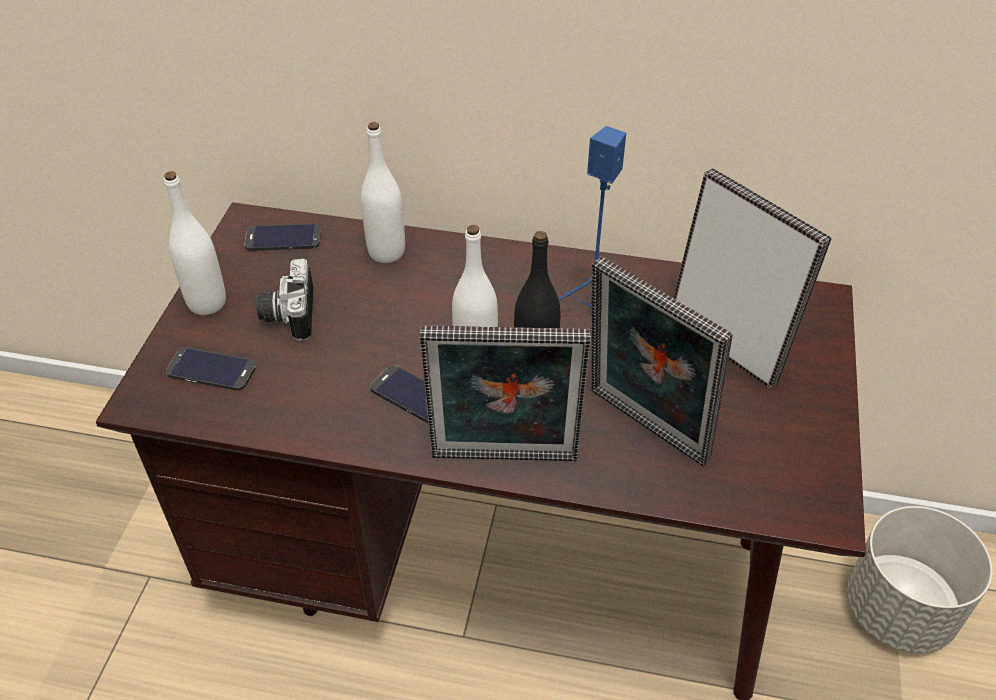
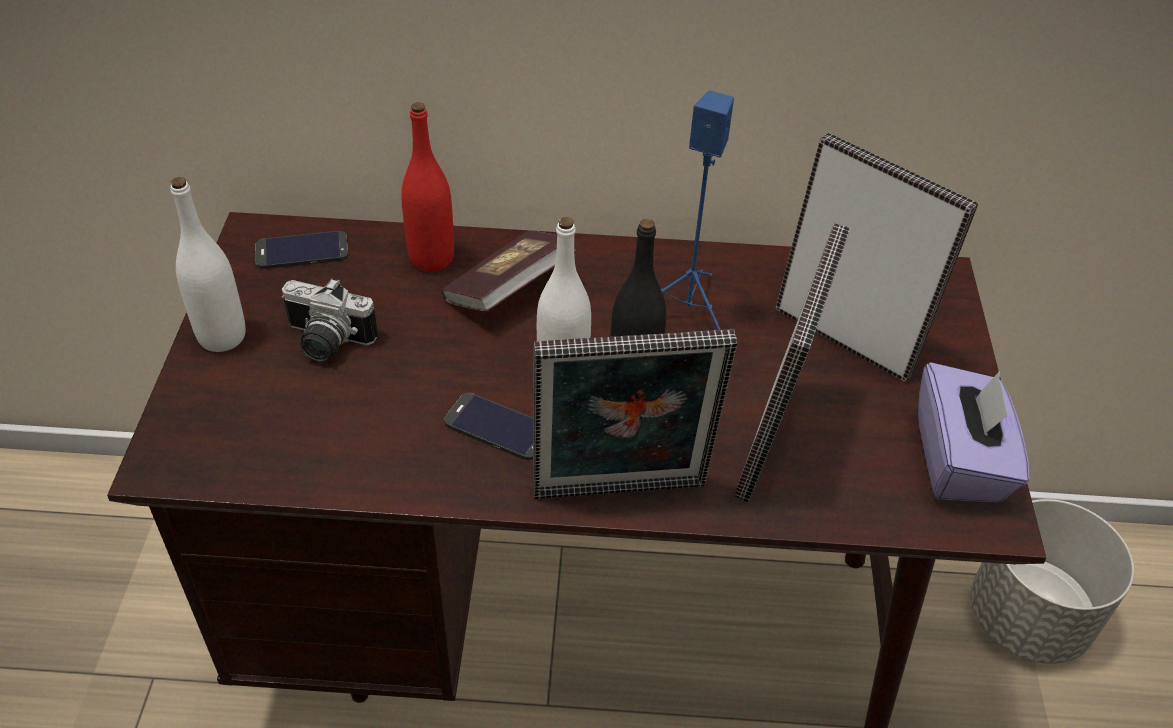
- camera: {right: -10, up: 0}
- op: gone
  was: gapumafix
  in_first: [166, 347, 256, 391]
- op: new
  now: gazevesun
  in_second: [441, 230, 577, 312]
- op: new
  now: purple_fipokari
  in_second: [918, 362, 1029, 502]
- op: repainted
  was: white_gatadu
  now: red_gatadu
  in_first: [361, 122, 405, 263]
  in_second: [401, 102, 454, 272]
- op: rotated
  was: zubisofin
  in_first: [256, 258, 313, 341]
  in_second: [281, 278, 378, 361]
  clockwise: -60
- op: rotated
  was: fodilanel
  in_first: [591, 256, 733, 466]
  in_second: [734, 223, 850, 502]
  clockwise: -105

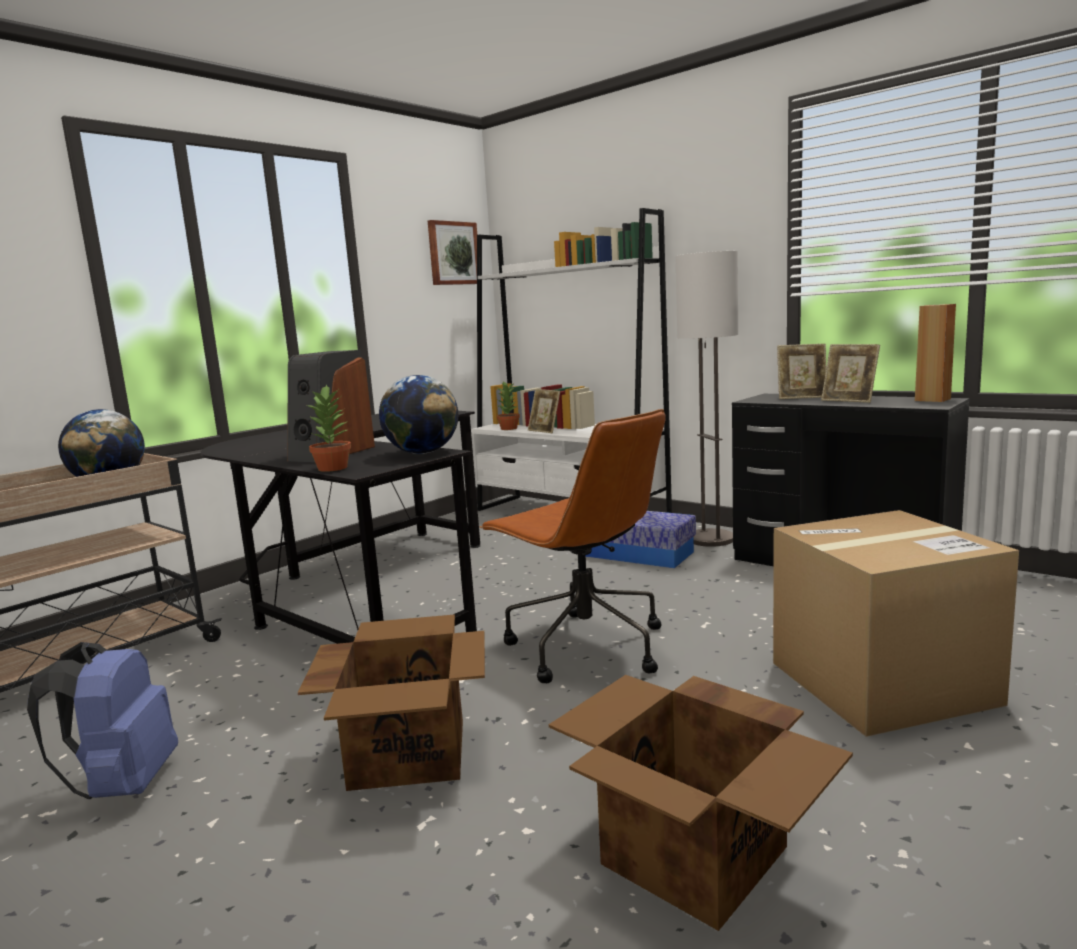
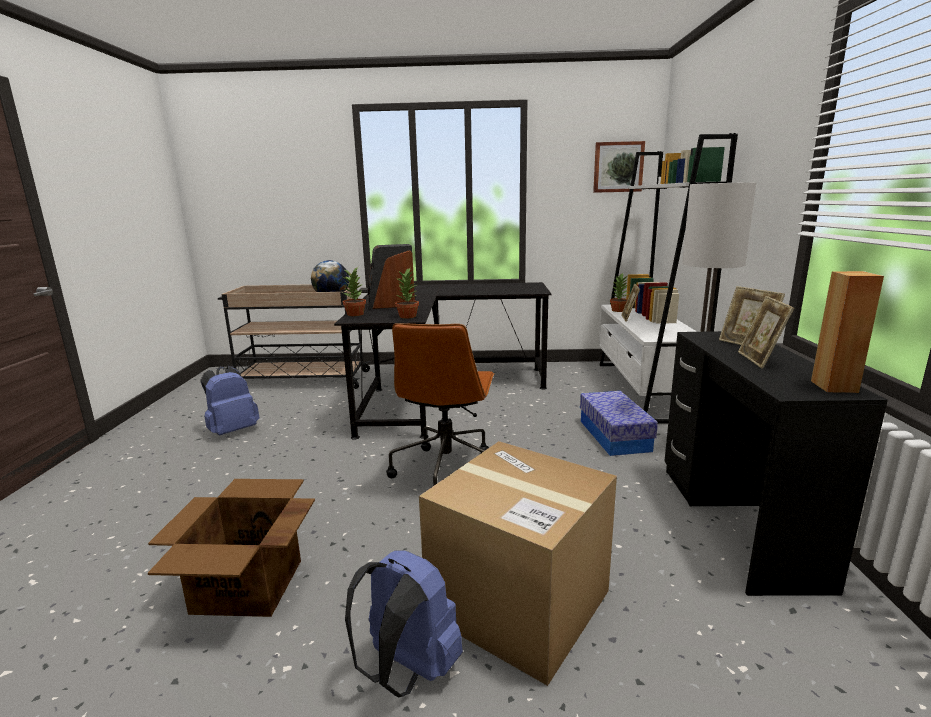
- camera: {right: 50, up: 5}
- op: gone
  was: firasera
  in_first: [298, 614, 485, 791]
- op: new
  now: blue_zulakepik
  in_second: [345, 550, 463, 697]
- op: swapped
  was: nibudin
  now: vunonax
  in_first: [379, 375, 458, 454]
  in_second: [395, 268, 419, 319]

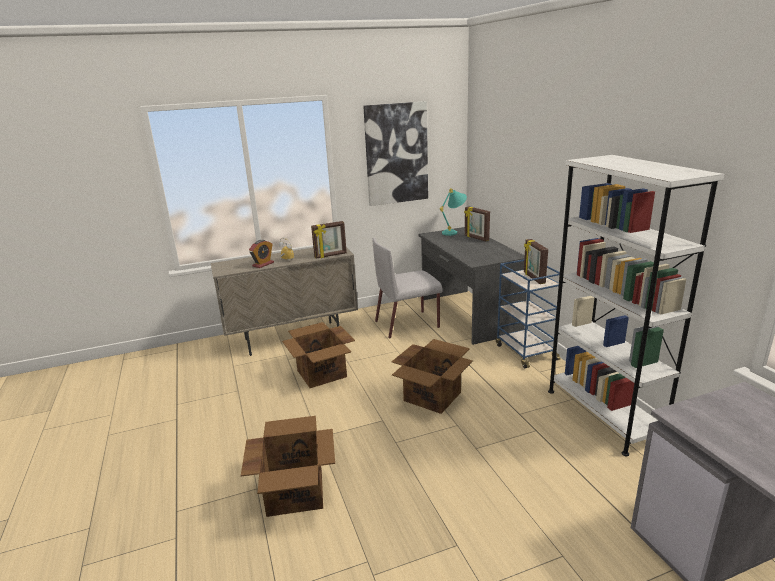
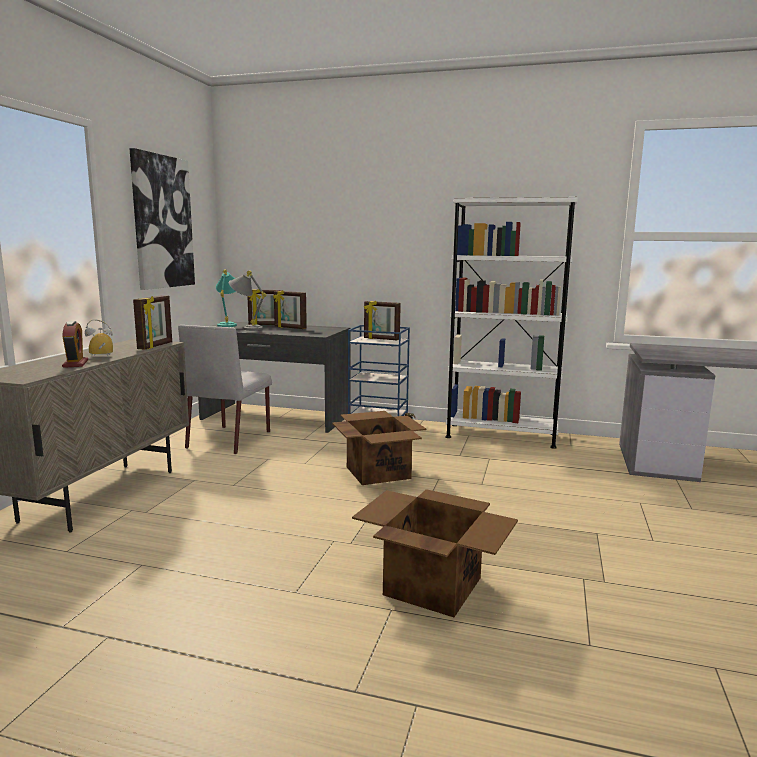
- camera: {right: -55, up: -10}
- op: gone
  was: firasera
  in_first: [282, 322, 355, 388]
- op: new
  now: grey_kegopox
  in_second: [229, 271, 266, 330]
- op: new
  now: fodilanel
  in_second: [273, 290, 307, 329]

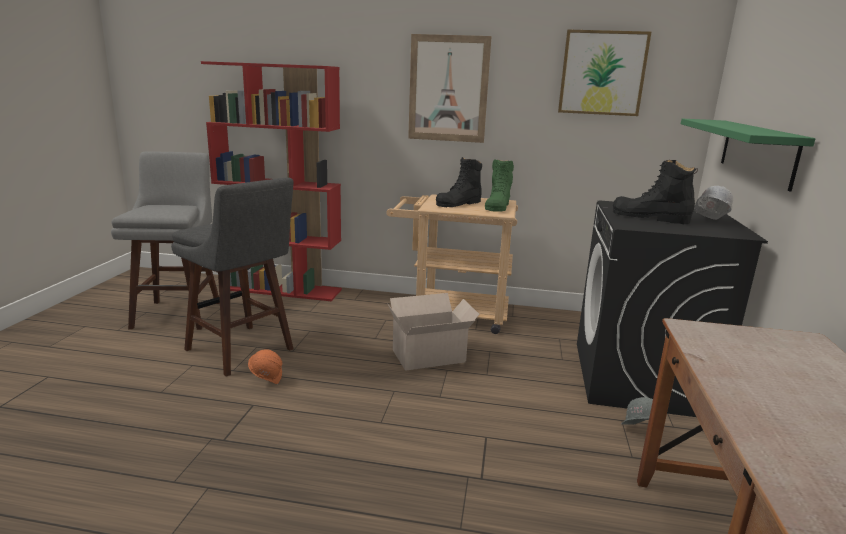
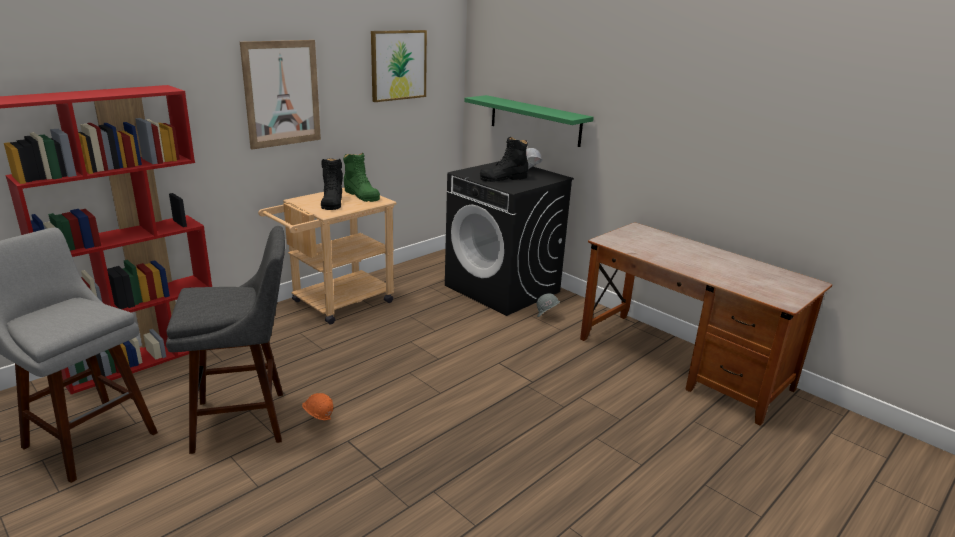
- camera: {right: -55, up: 5}
- op: gone
  was: firasera
  in_first: [388, 293, 480, 371]

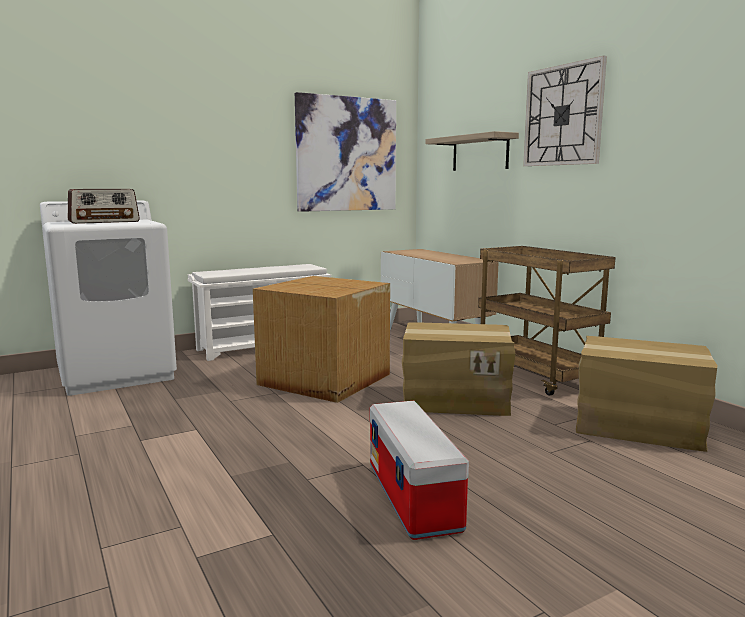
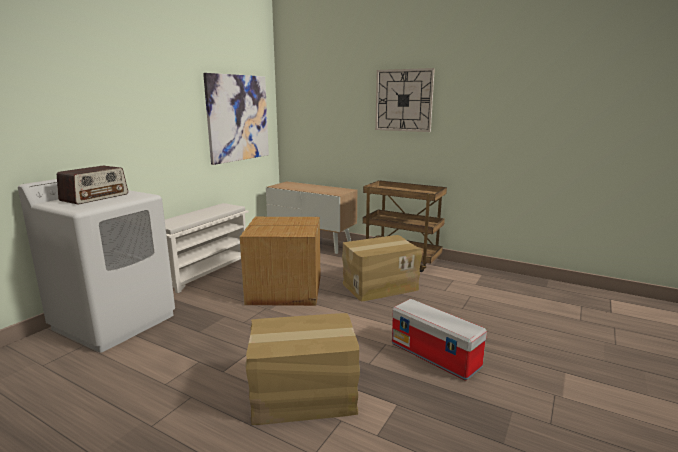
- camera: {right: -30, up: 5}
- op: gone
  was: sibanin
  in_first: [425, 131, 519, 171]
- op: shifted
  was: firasera
  in_first: [576, 336, 717, 452]
  in_second: [245, 313, 360, 425]

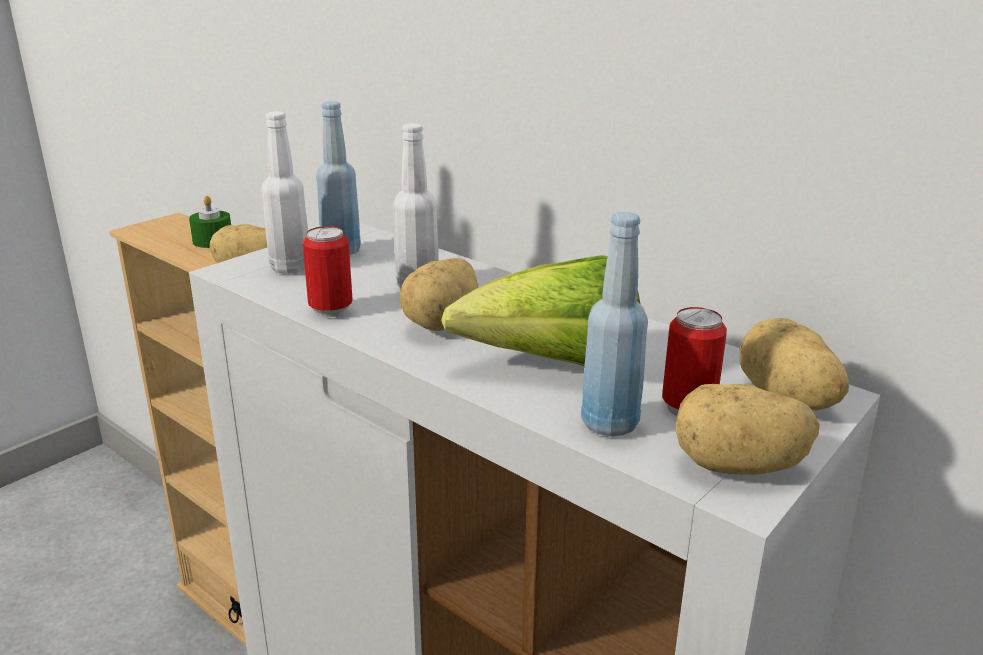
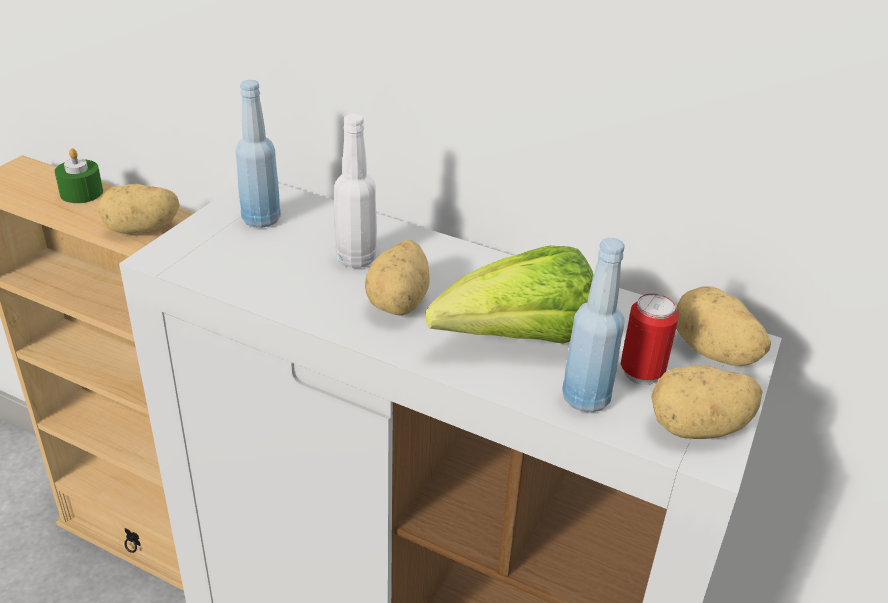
- camera: {right: -15, up: 10}
- op: gone
  was: white_gatadu
  in_first: [262, 111, 308, 274]
- op: gone
  was: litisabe
  in_first: [303, 226, 353, 317]

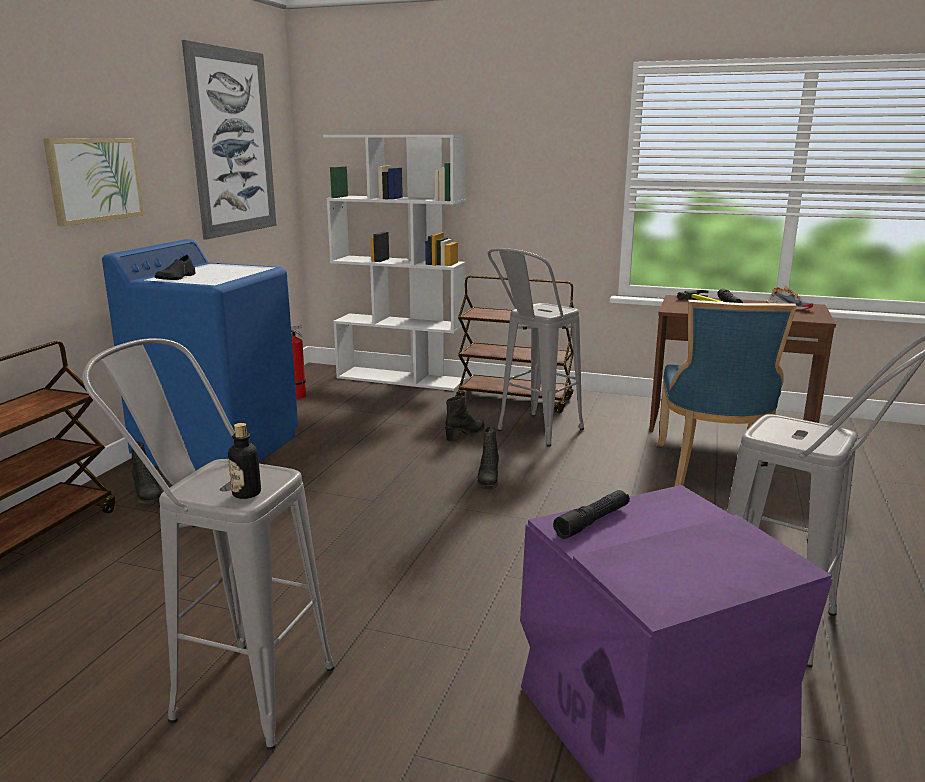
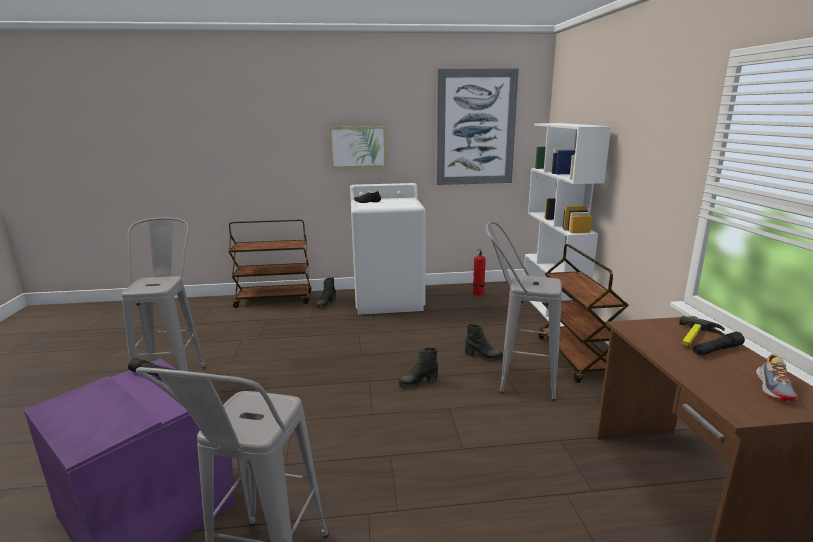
- camera: {right: 65, up: 0}
- op: gone
  was: gatadu
  in_first: [228, 423, 261, 499]
- op: gone
  was: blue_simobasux
  in_first: [656, 300, 797, 486]
- op: repainted
  was: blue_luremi
  now: white_luremi
  in_first: [102, 239, 298, 470]
  in_second: [350, 183, 426, 315]

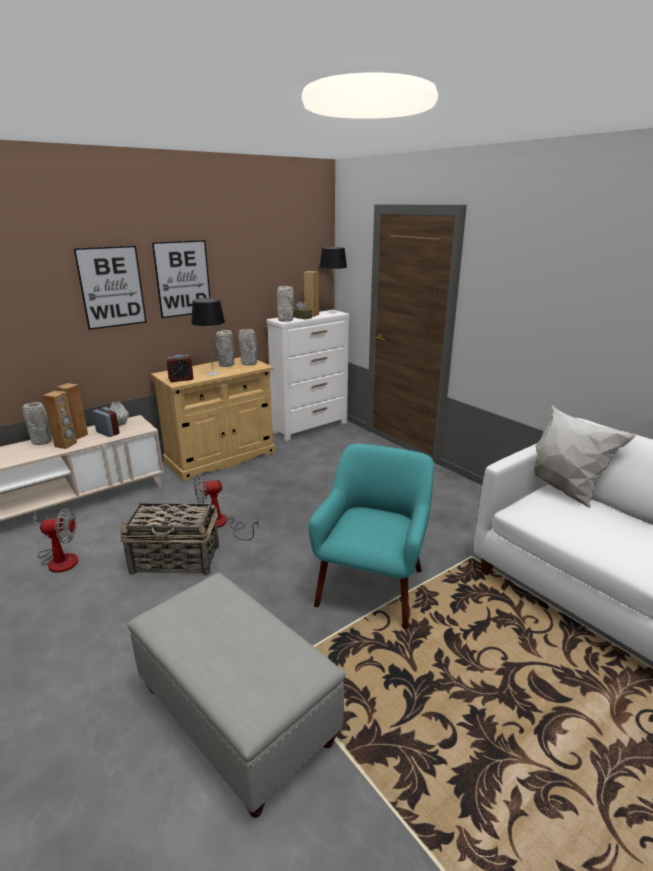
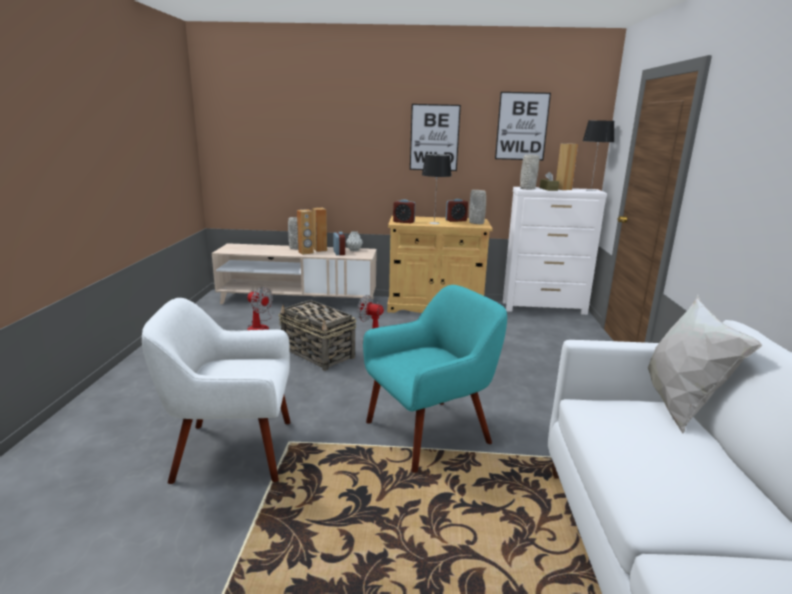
- camera: {right: 40, up: -5}
- op: shifted
  was: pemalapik
  in_first: [73, 246, 147, 330]
  in_second: [495, 92, 551, 161]
- op: swapped
  was: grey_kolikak
  now: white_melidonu
  in_first: [127, 573, 346, 818]
  in_second: [142, 298, 291, 484]
- op: swapped
  was: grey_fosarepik
  now: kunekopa
  in_first: [216, 330, 235, 367]
  in_second: [446, 199, 468, 222]

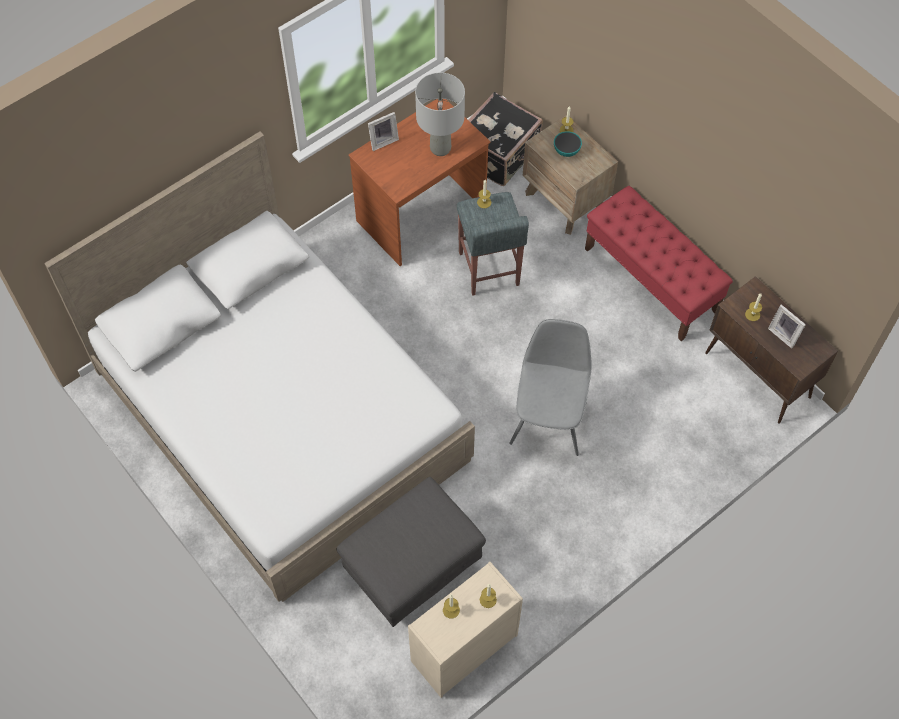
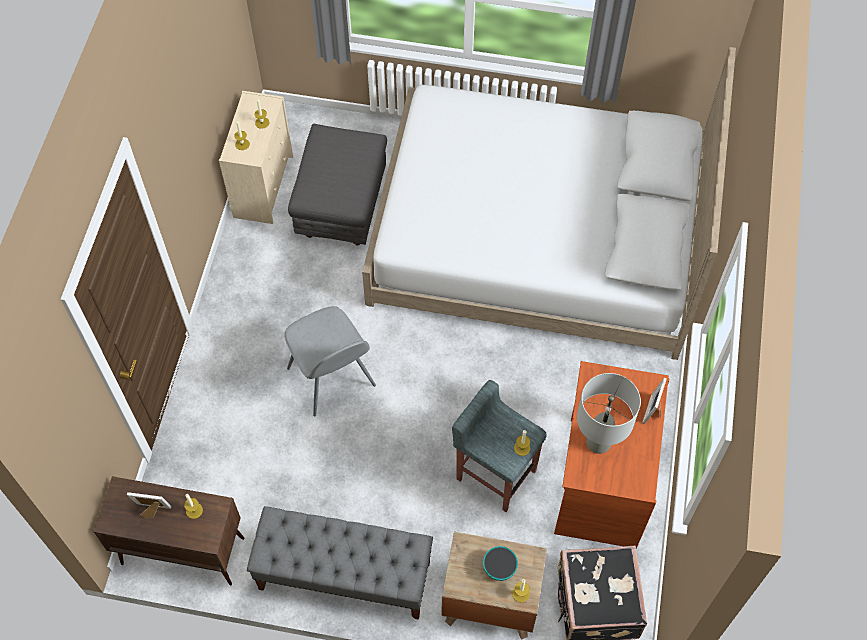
- camera: {right: 140, up: 0}
- op: repainted
  was: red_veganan
  now: grey_veganan
  in_first: [585, 186, 733, 341]
  in_second: [247, 506, 433, 620]

